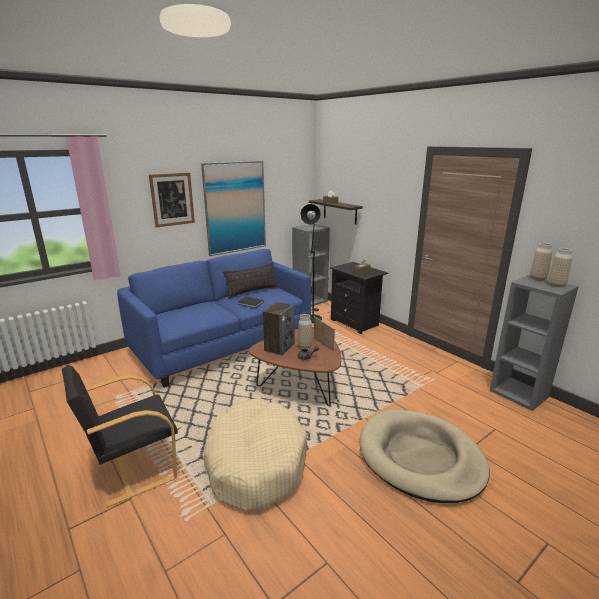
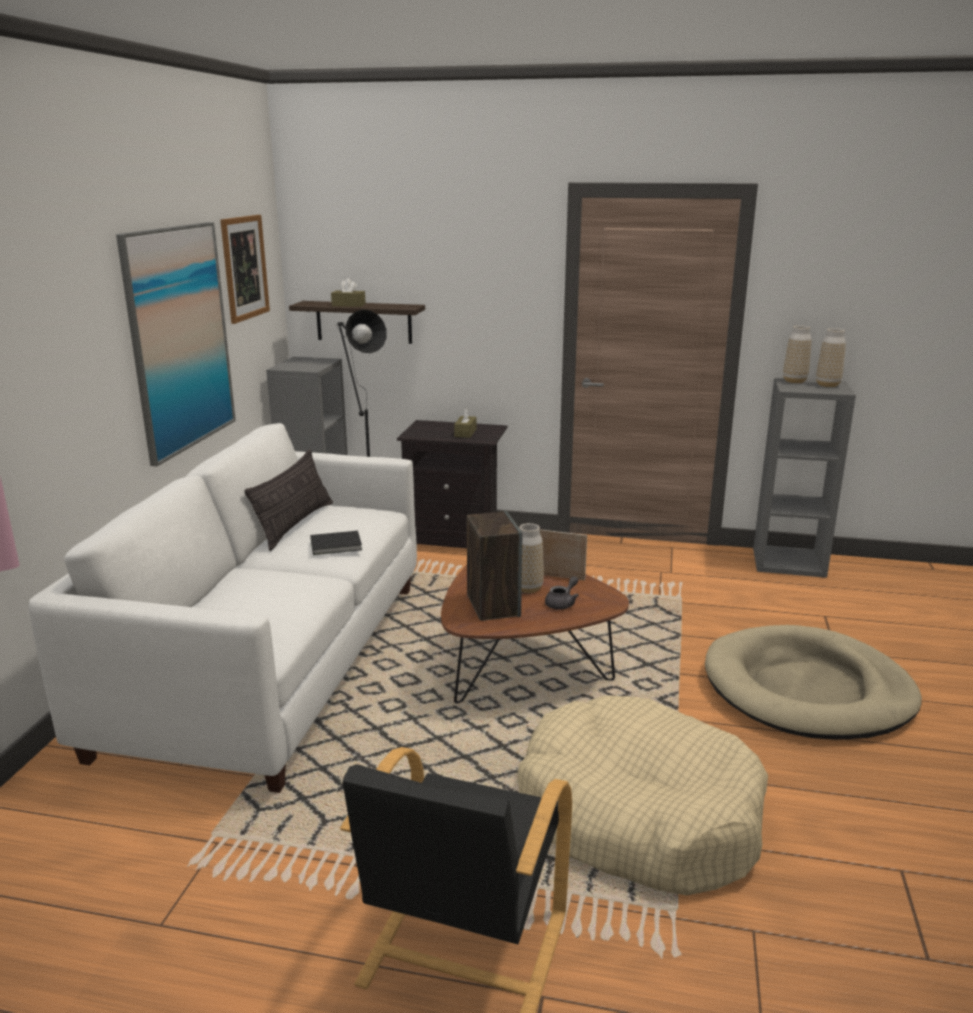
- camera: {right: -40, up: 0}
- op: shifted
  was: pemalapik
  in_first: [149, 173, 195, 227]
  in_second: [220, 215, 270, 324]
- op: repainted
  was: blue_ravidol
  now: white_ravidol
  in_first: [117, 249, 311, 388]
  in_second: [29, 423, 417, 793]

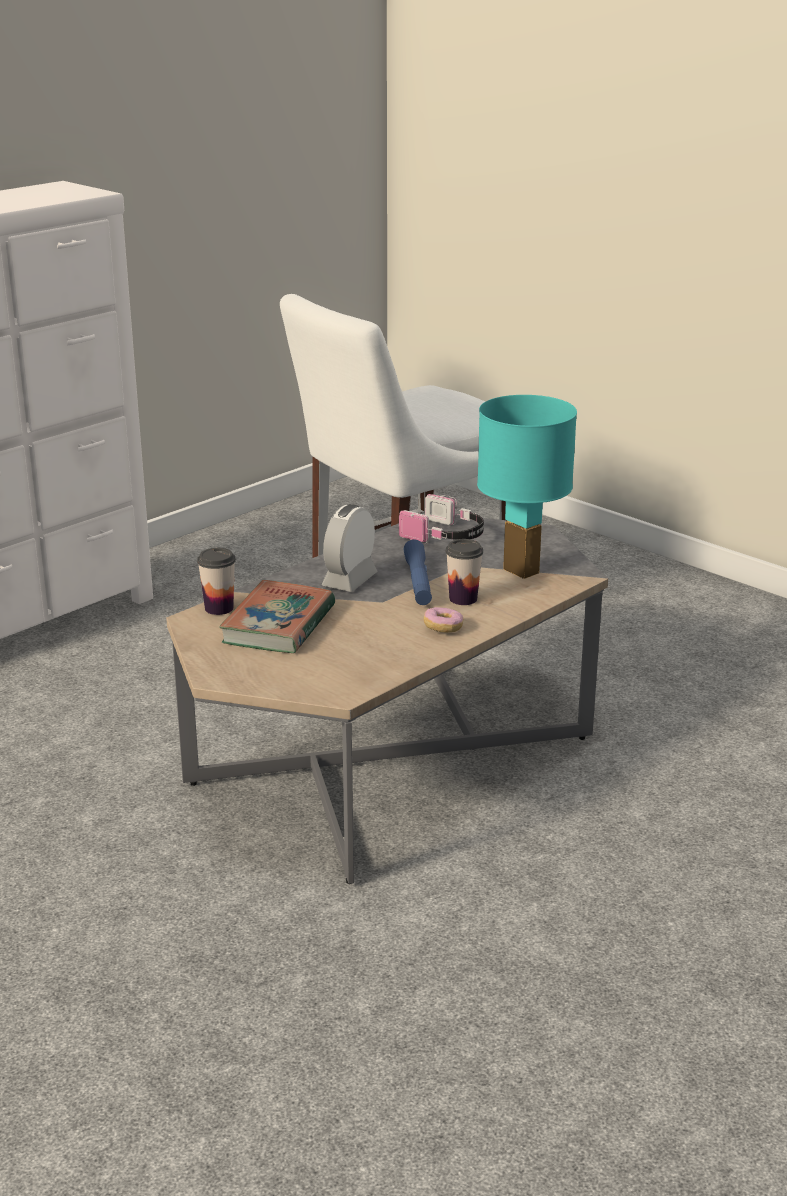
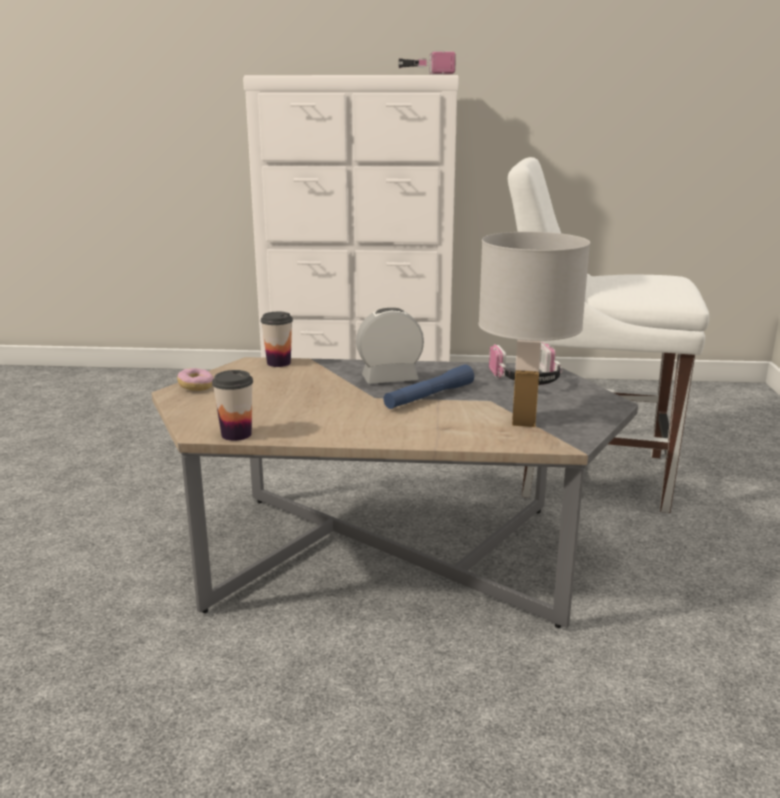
- camera: {right: 50, up: -5}
- op: gone
  was: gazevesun
  in_first: [219, 580, 335, 653]
- op: new
  now: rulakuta
  in_second: [399, 51, 456, 75]
- op: shifted
  was: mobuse
  in_first: [424, 607, 463, 632]
  in_second: [177, 368, 214, 391]
- op: shifted
  was: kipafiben
  in_first: [446, 539, 483, 605]
  in_second: [212, 370, 253, 441]
- op: repainted
  was: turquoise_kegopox
  now: white_kegopox
  in_first: [477, 395, 577, 579]
  in_second: [478, 232, 590, 427]

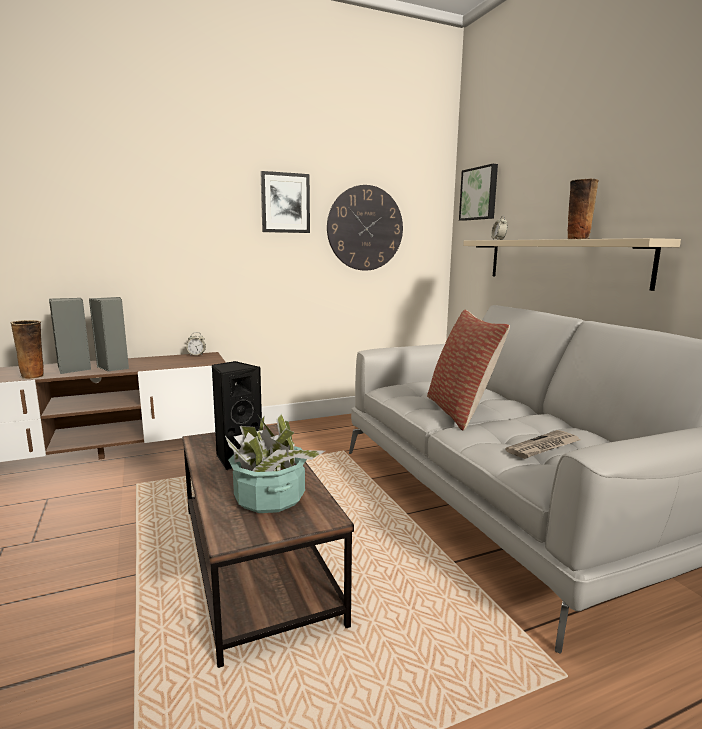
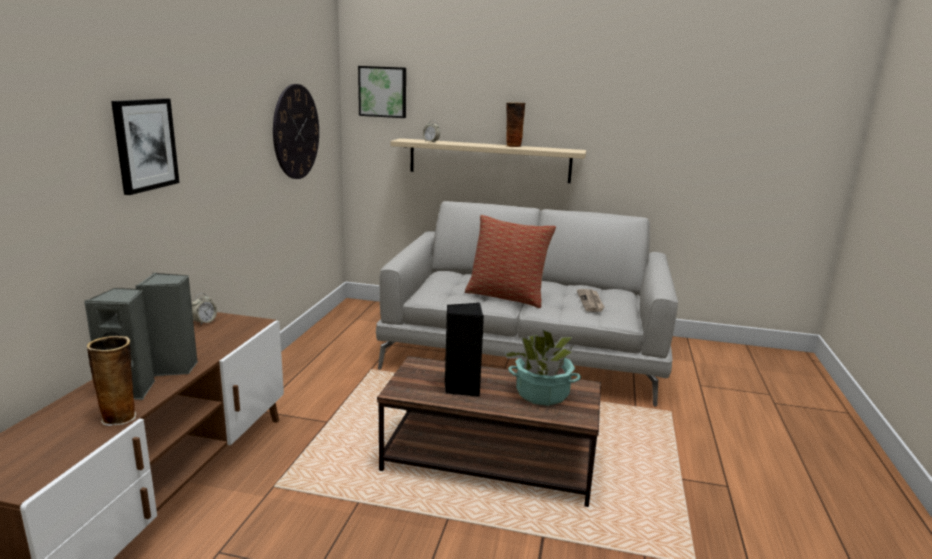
- camera: {right: -55, up: 5}
- op: shifted
  was: pemalapik
  in_first: [260, 171, 310, 233]
  in_second: [111, 98, 179, 195]

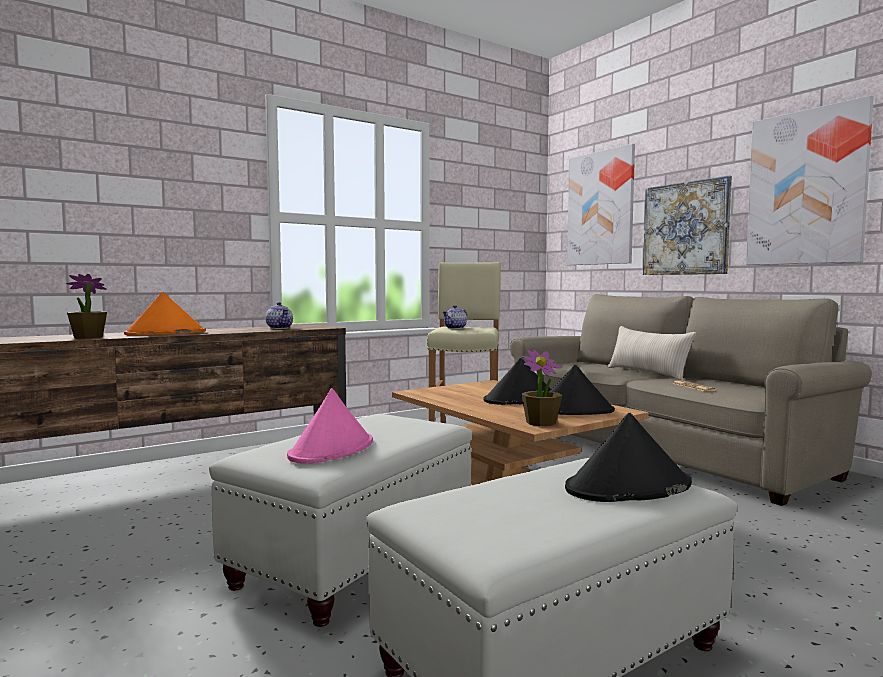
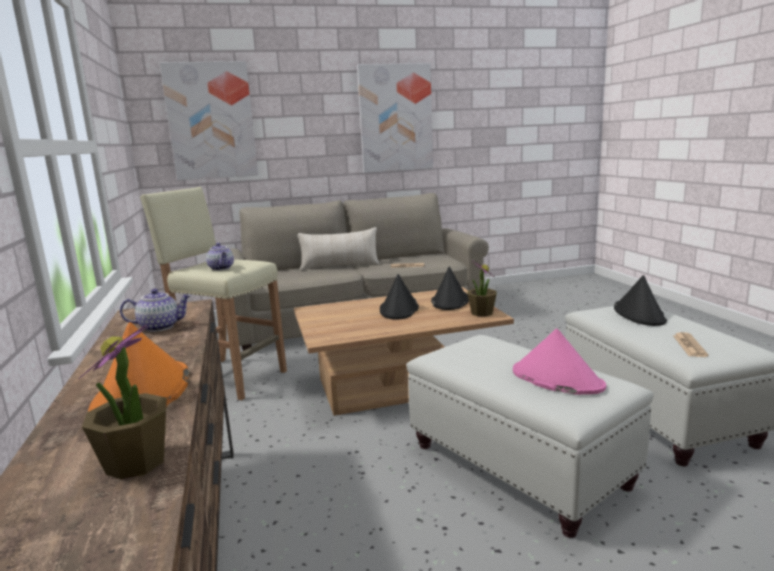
- camera: {right: -70, up: 10}
- op: gone
  was: pemalapik
  in_first: [643, 175, 732, 275]
- op: new
  now: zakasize
  in_second: [673, 332, 709, 357]

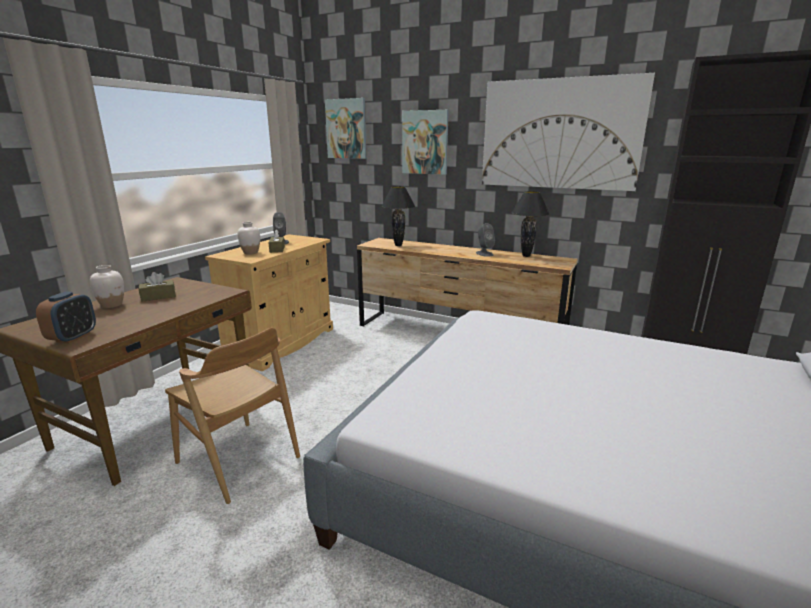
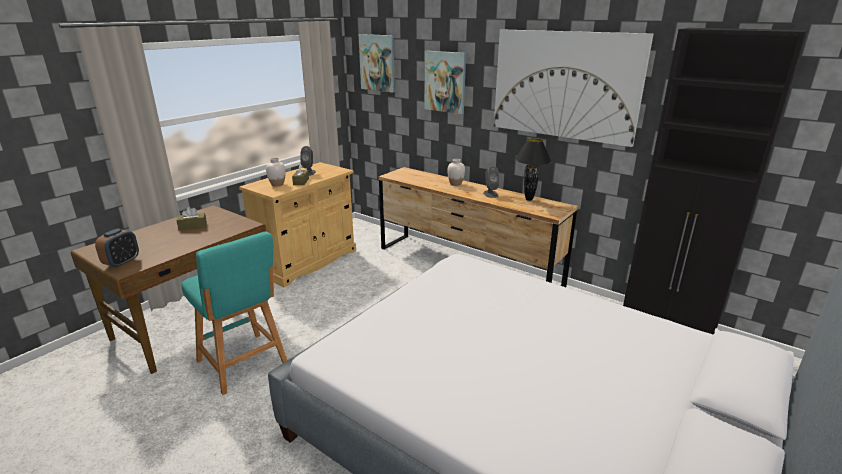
- camera: {right: 10, up: 5}
- op: gone
  was: black_kegopox
  in_first: [381, 186, 415, 246]
- op: shifted
  was: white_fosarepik
  in_first: [90, 265, 124, 308]
  in_second: [447, 159, 465, 186]
- op: swapped
  was: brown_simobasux
  now: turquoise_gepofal
  in_first: [165, 328, 300, 504]
  in_second: [181, 231, 288, 395]

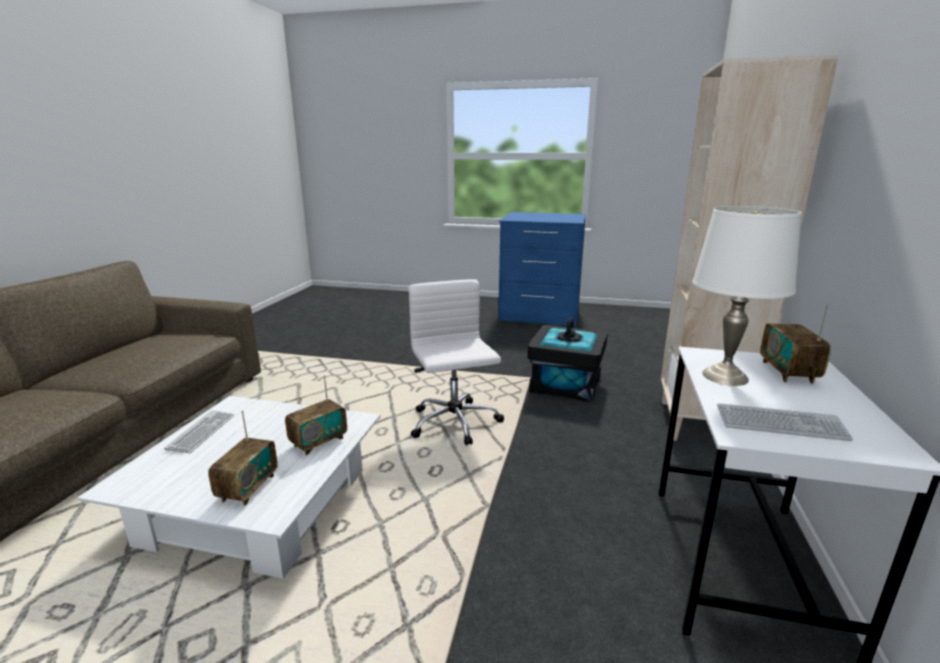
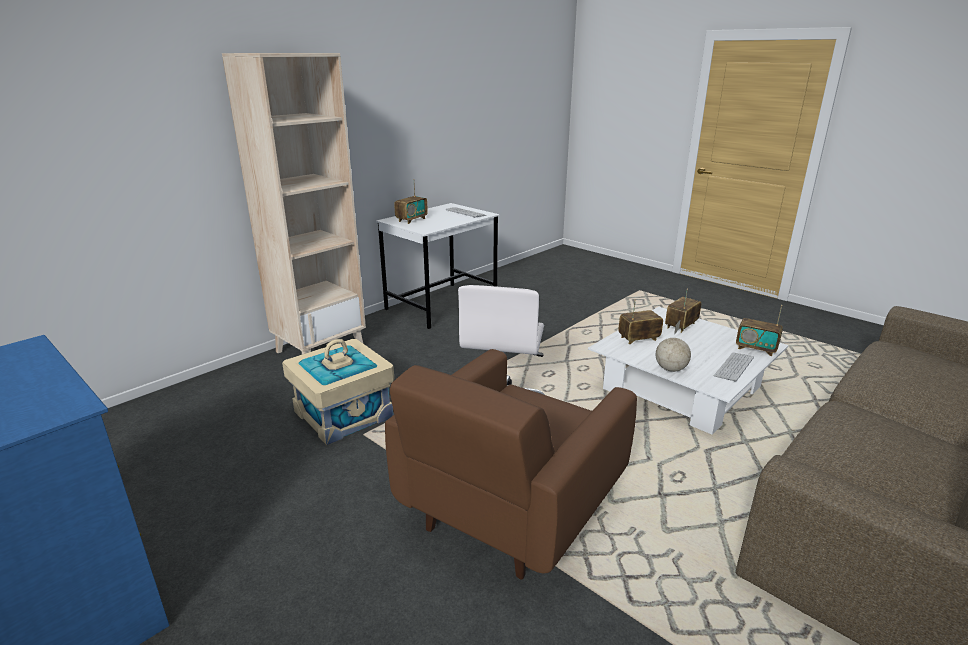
- camera: {right: -150, up: 5}
- op: gone
  was: white_kegopox
  in_first: [692, 206, 802, 386]
- op: new
  now: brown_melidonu
  in_second: [385, 349, 637, 580]
- op: new
  now: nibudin
  in_second: [656, 321, 691, 372]
- op: new
  now: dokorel
  in_second: [736, 305, 783, 356]
- op: repainted
  was: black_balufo
  now: beige_balufo
  in_first: [528, 317, 608, 402]
  in_second: [282, 339, 394, 445]

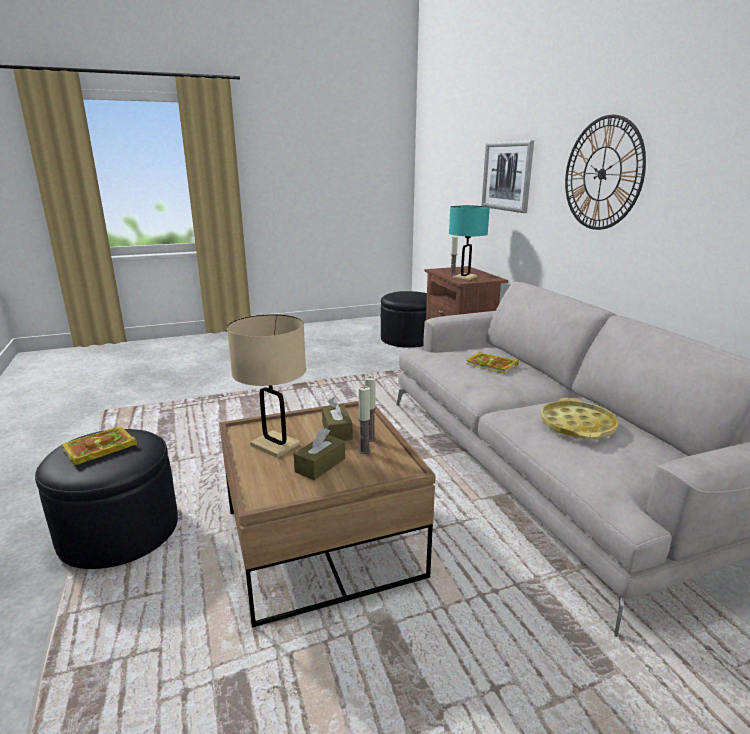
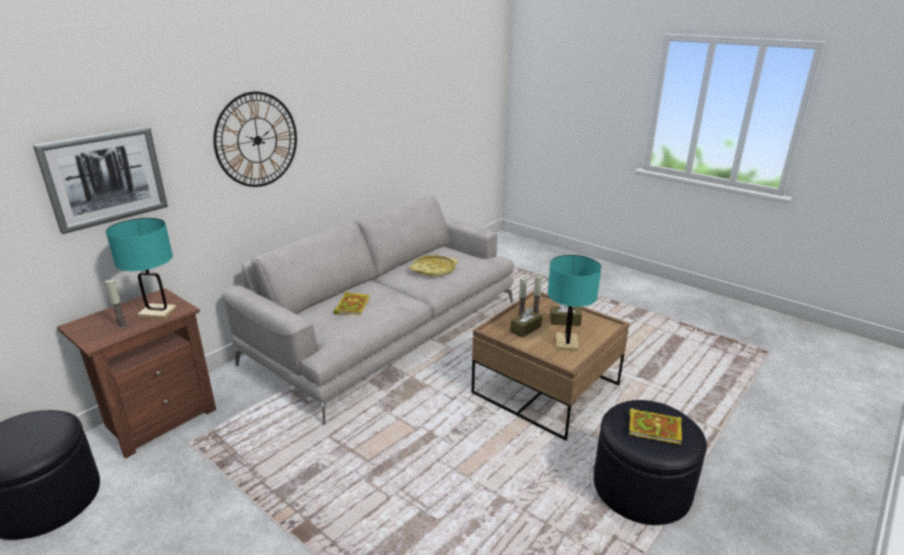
- camera: {right: -120, up: 5}
- op: repainted
  was: beige_kegopox
  now: turquoise_kegopox
  in_first: [227, 314, 306, 458]
  in_second: [547, 255, 601, 351]

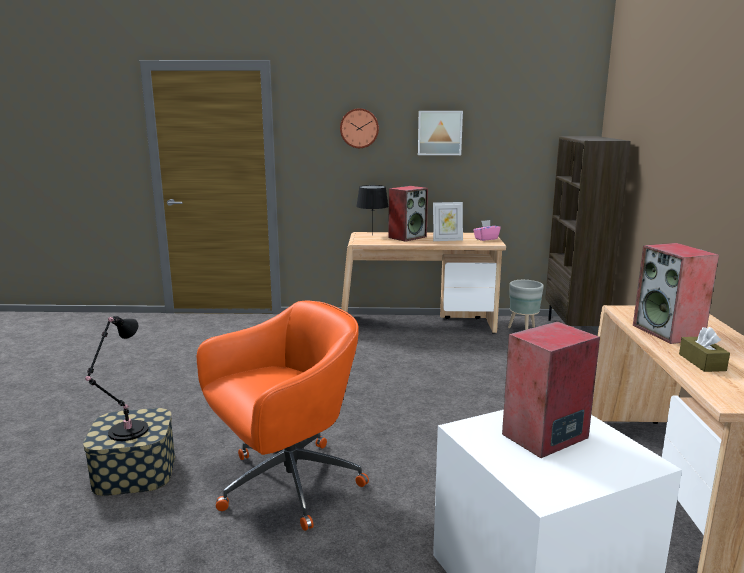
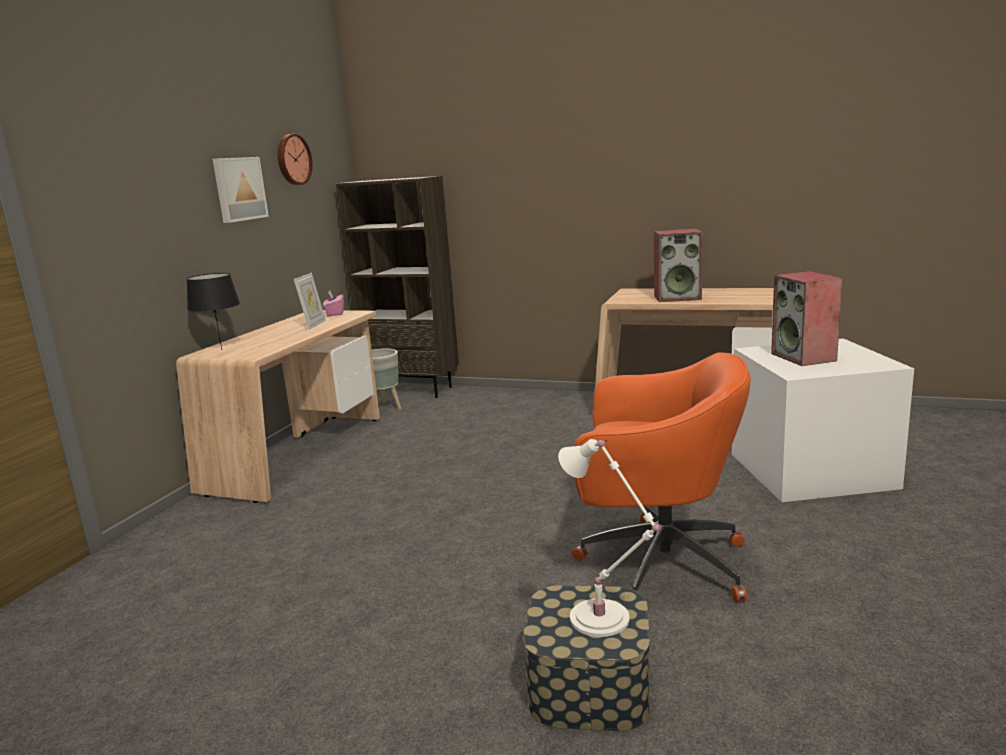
- camera: {right: -70, up: 0}
- op: gone
  was: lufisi
  in_first: [388, 186, 428, 242]
- op: gone
  was: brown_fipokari
  in_first: [679, 327, 730, 372]
- op: shifted
  was: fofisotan
  in_first: [340, 108, 379, 148]
  in_second: [278, 134, 313, 185]
- op: repainted
  was: black_kegopox
  now: white_kegopox
  in_first: [85, 316, 148, 441]
  in_second: [558, 439, 663, 637]
- op: rotated
  was: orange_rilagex
  in_first: [197, 301, 369, 531]
  in_second: [572, 352, 751, 602]
  clockwise: 120

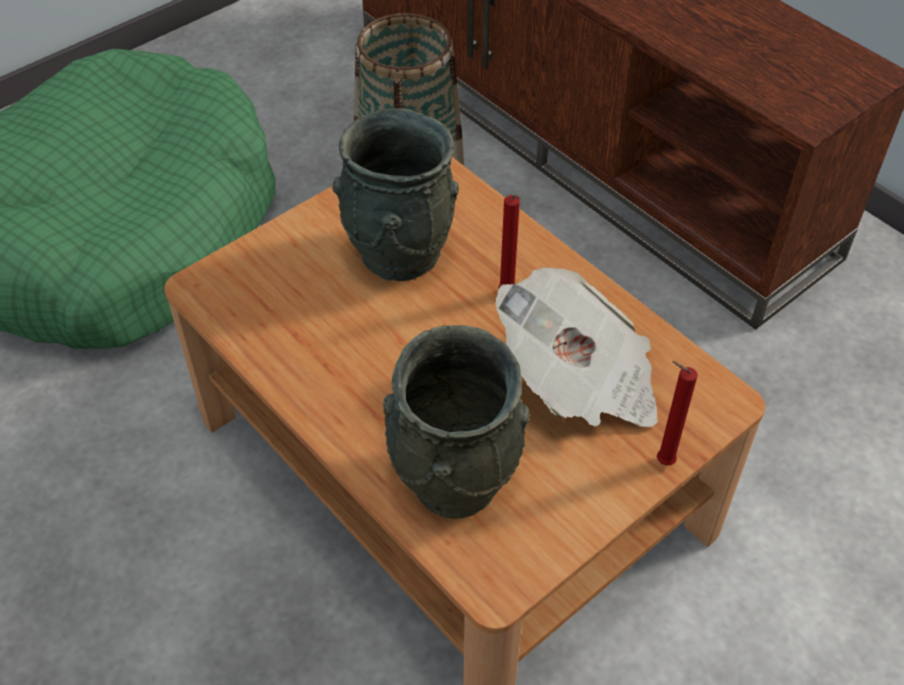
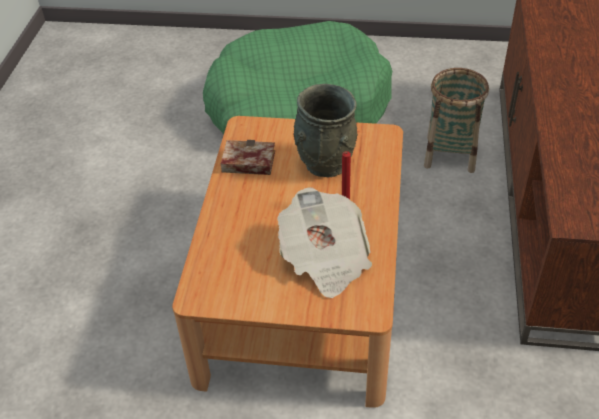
- camera: {right: 50, up: -5}
- op: gone
  was: grey_fosarepik
  in_first: [383, 325, 530, 519]
- op: gone
  was: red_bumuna
  in_first: [657, 361, 698, 466]
- op: new
  now: gazevesun
  in_second: [221, 140, 275, 175]

